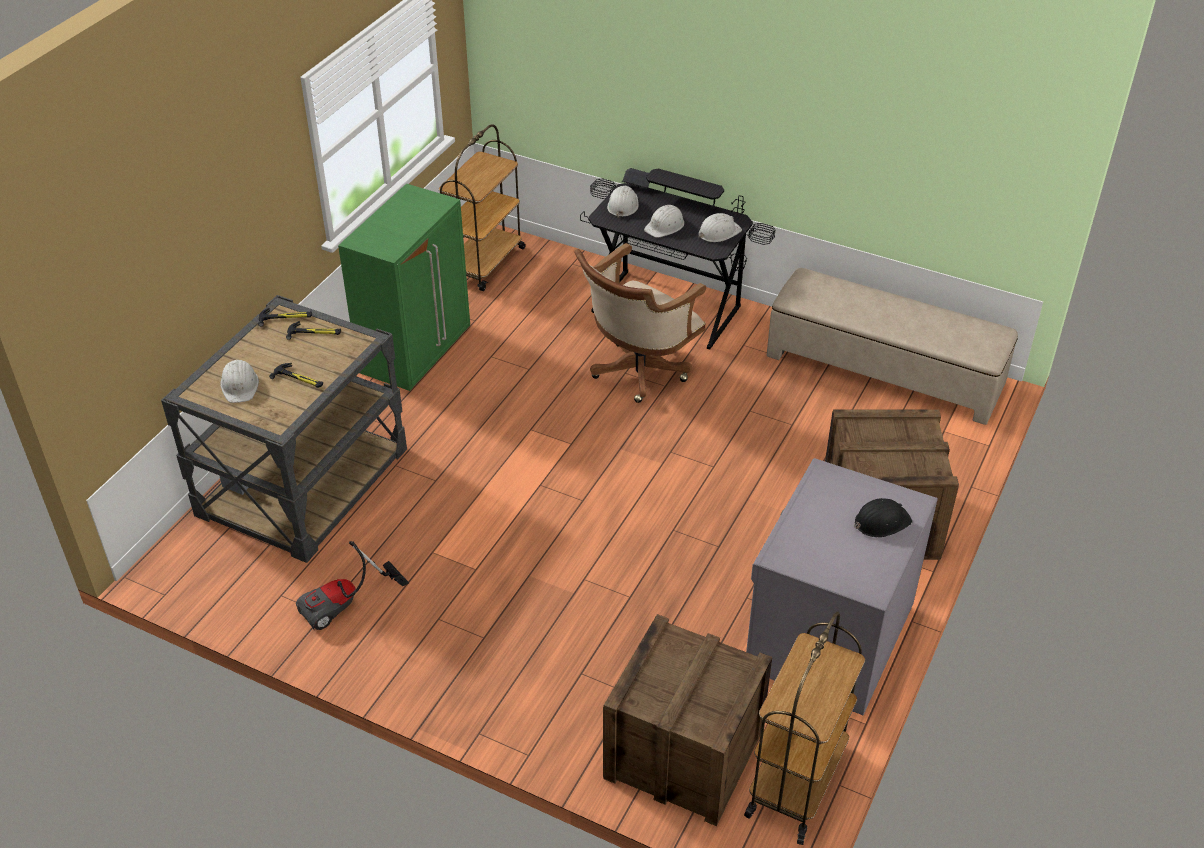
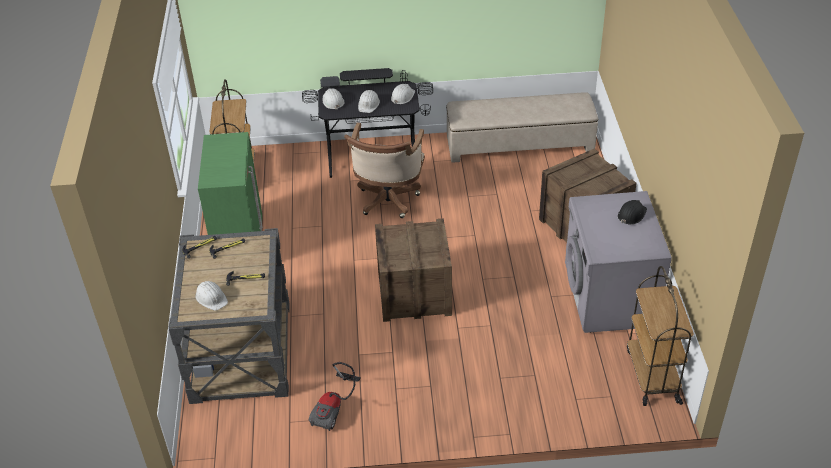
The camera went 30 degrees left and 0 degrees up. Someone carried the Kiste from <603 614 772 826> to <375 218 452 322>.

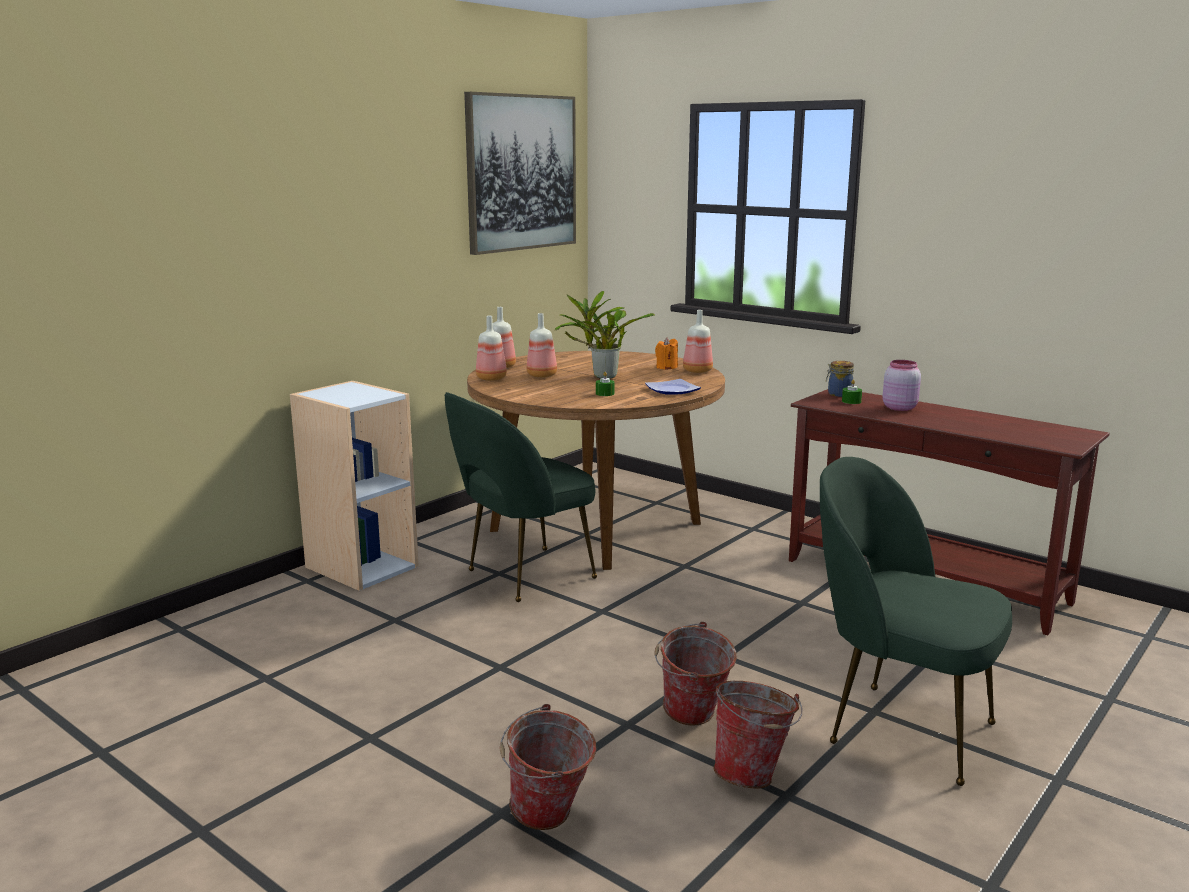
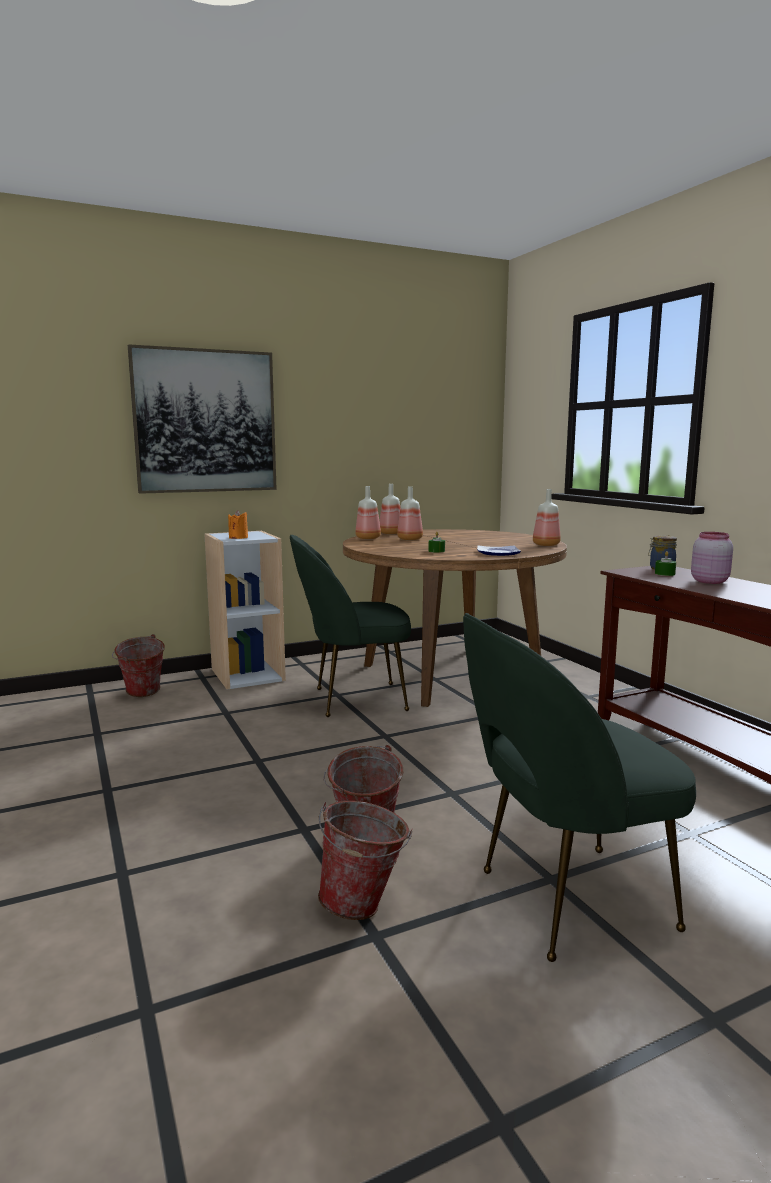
The camera went 25 degrees right and 5 degrees down. Someone took away the Topfpflanze at <555 291 655 379>. Someone carried the Bild from <464 92 576 255> to <128 345 277 494>. Someone carried the Eimer from <500 704 596 830> to <112 634 165 697>. Someone carried the Kerze [orange] from <655 337 678 370> to <228 510 248 539>. Someone rotated the Stuhl [grün] at <820 457 1012 786> by 75 degrees counterclockwise.

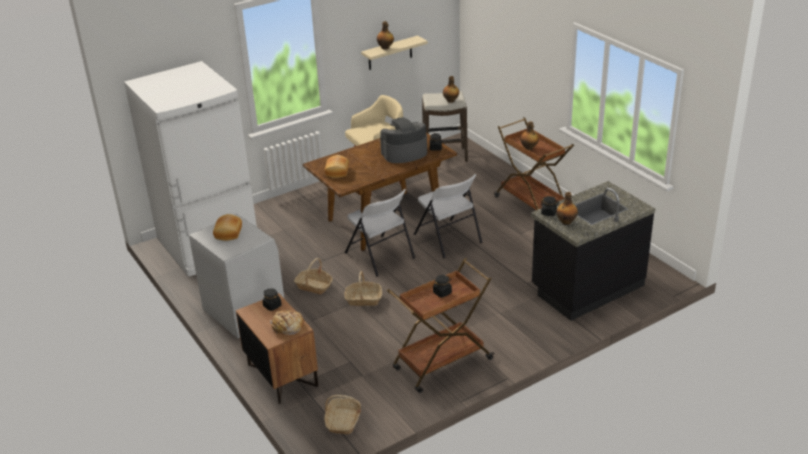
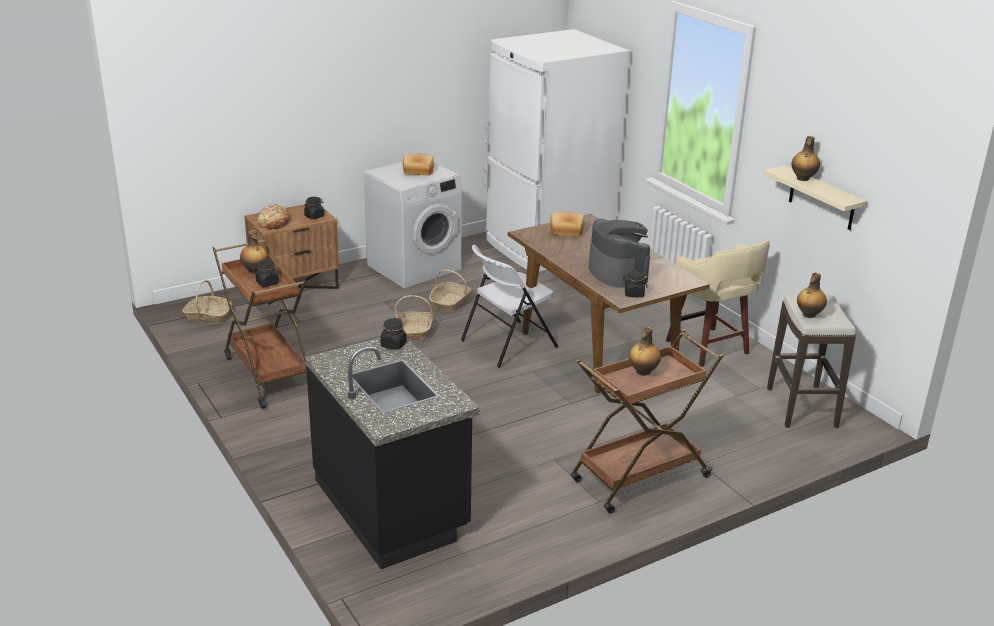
The camera went 90 degrees right and 5 degrees down. Someone took away the Stuhl [weiß] at <414 174 483 259>. Someone carried the Flasche from <557 192 578 225> to <240 230 268 274>.

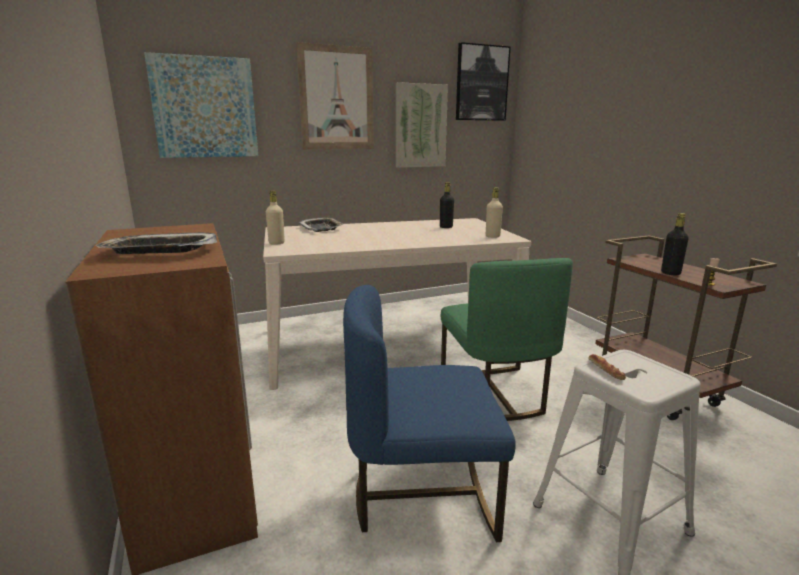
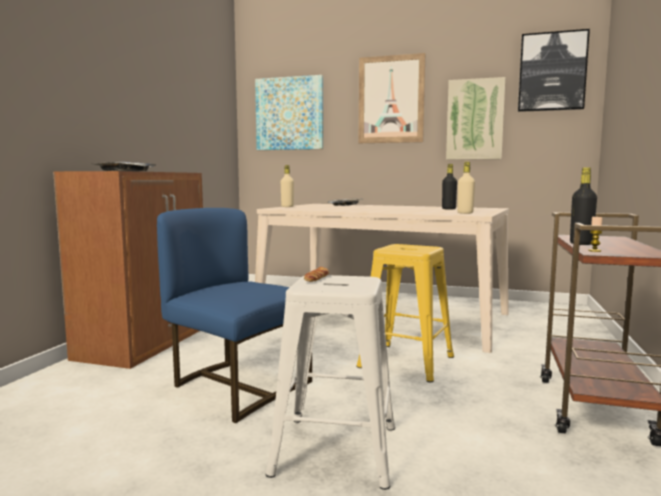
The camera went 40 degrees right and 10 degrees down. Someone swapped the Stuhl [grün] at <441 258 573 421> for the Hocker [gelb] at <356 244 454 382>.

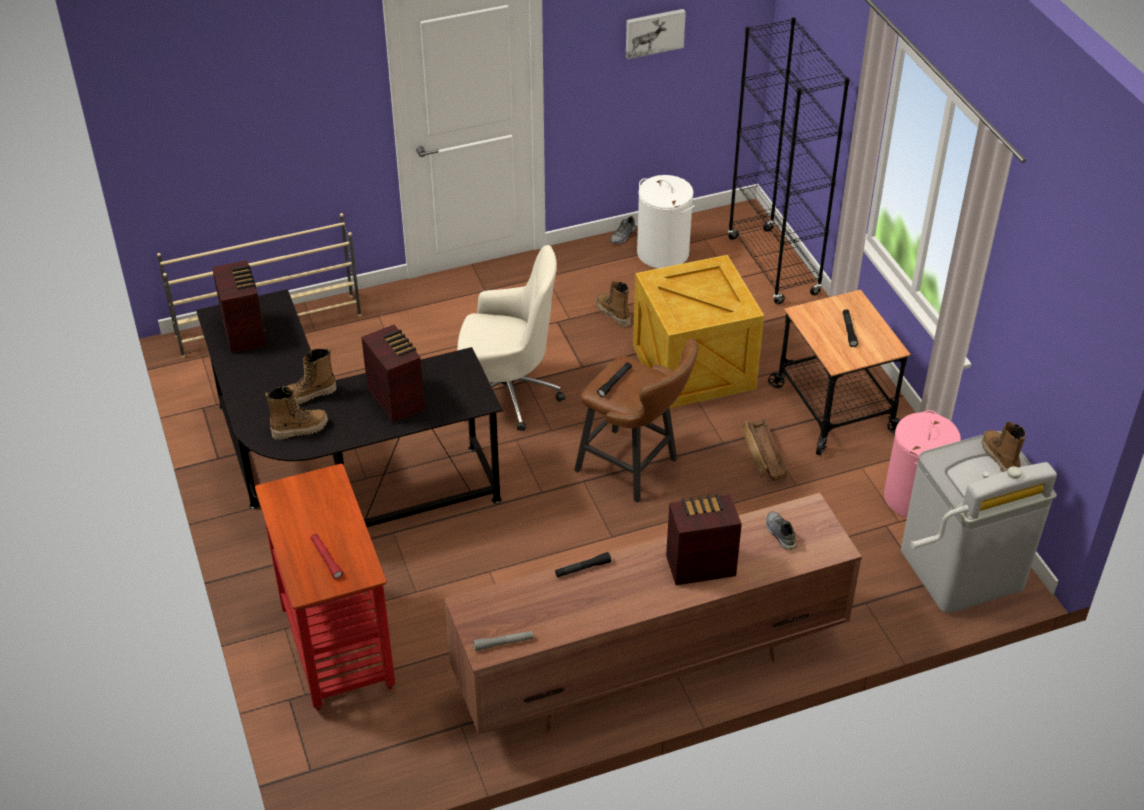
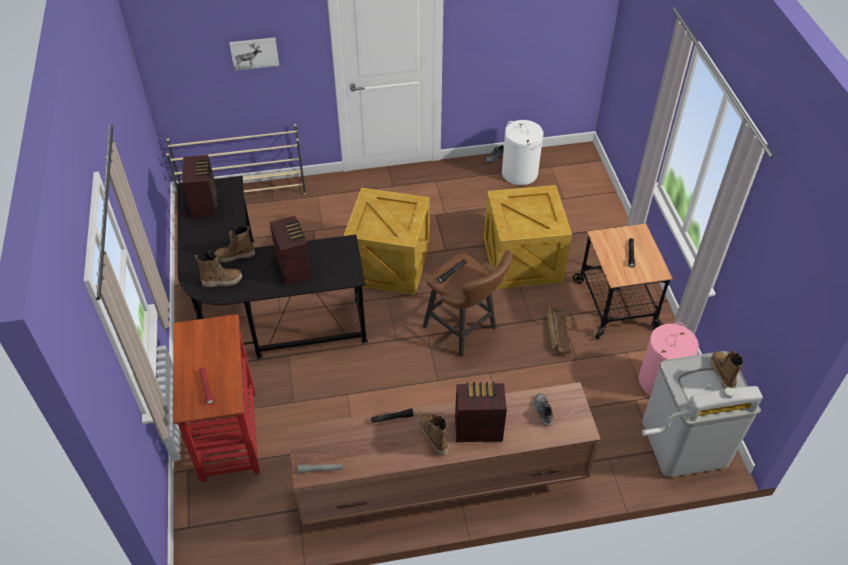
The camera went 10 degrees right and 5 degrees up. Someone took away the Bücherregal [schwarz] at <727 17 850 304>. Someone carried the Stiefel from <596 281 631 327> to <419 414 449 456>. Someone carried the Bild from <626 9 686 59> to <229 37 279 71>. Someone swapped the Bürostuhl [beige] at <457 245 565 431> for the Kiste at <344 188 430 295>.

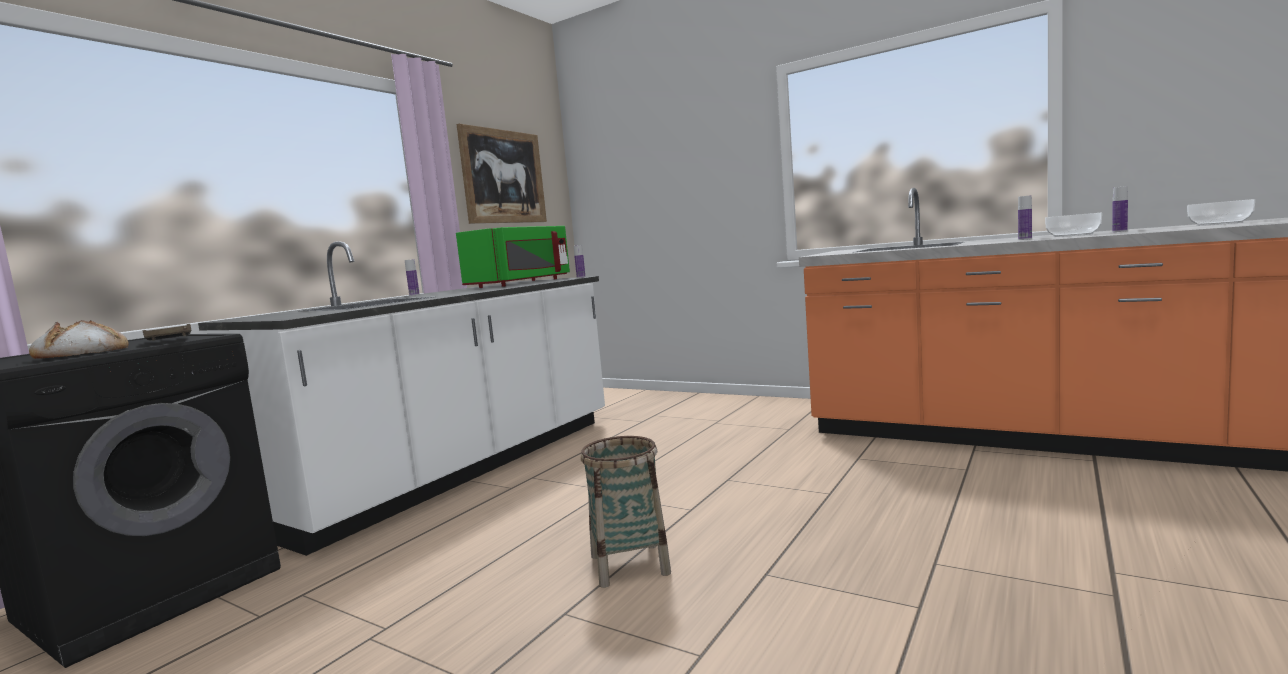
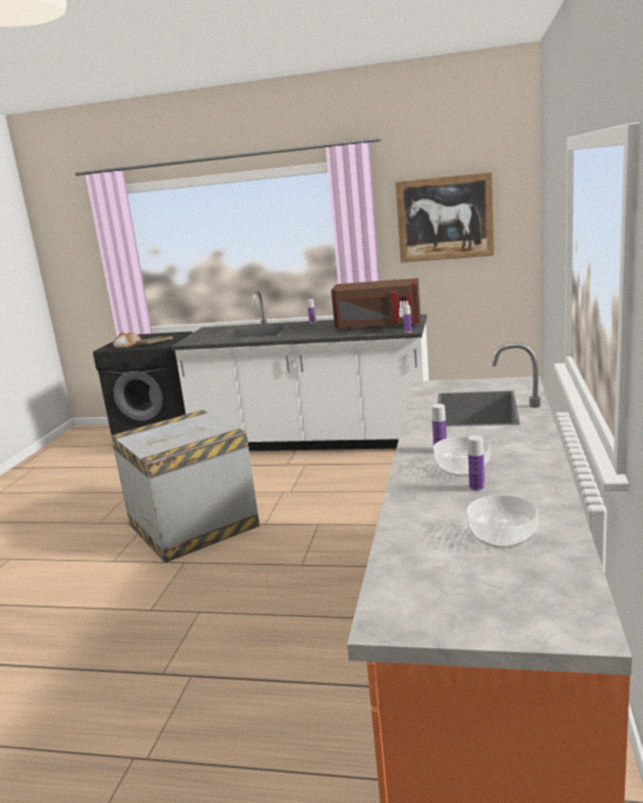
The camera went 70 degrees right and 10 degrees up. Someone swapped the Korb at <581 436 671 588> for the Kiste at <111 410 260 563>. Someone repainted the Mikrowelle [grün] at <456 226 570 288>, which became the Mikrowelle [braun] at <331 278 421 330>.

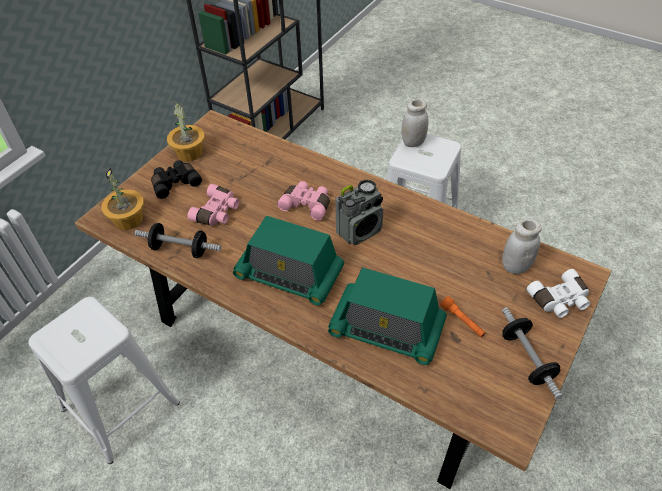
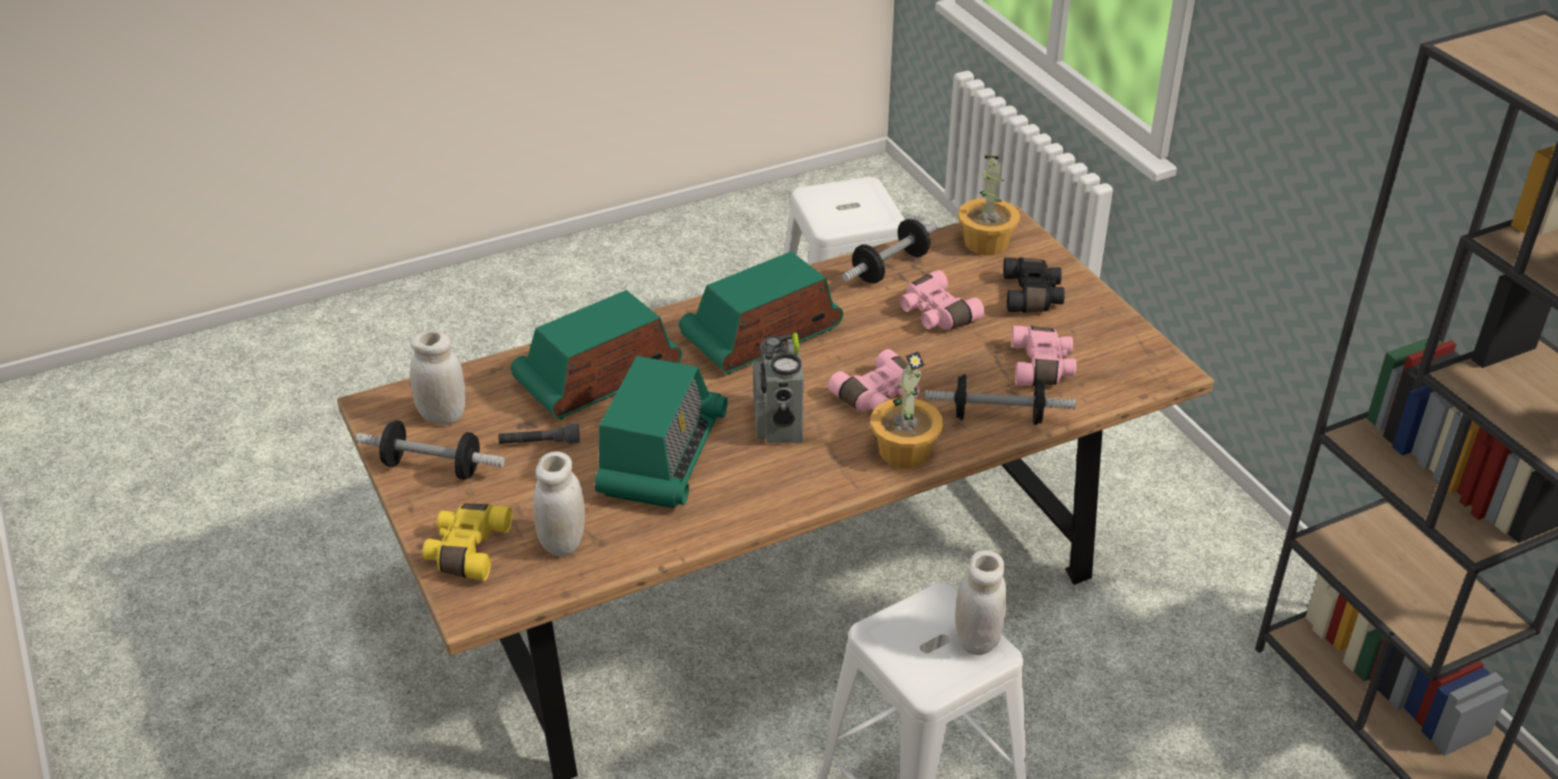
The camera went 120 degrees right and 10 degrees down. Someone put down the Vorratsglas [weiß] at <410 331 465 425>. Someone put down the Radio at <595 356 728 508>. Someone put down the Hantel at <925 374 1076 425>. Someone put down the Fernglas [rosa] at <1011 326 1076 386>. Someone carried the Topfpflanze from <167 102 205 161> to <871 351 943 468>. Someone repainted the Taschenlampe [orange] at <441 296 485 337>, which became the Taschenlampe [grau] at <498 424 580 444>. Someone repainted the Fernglas [weiß] at <527 269 590 318>, which became the Fernglas [gelb] at <422 504 512 580>.

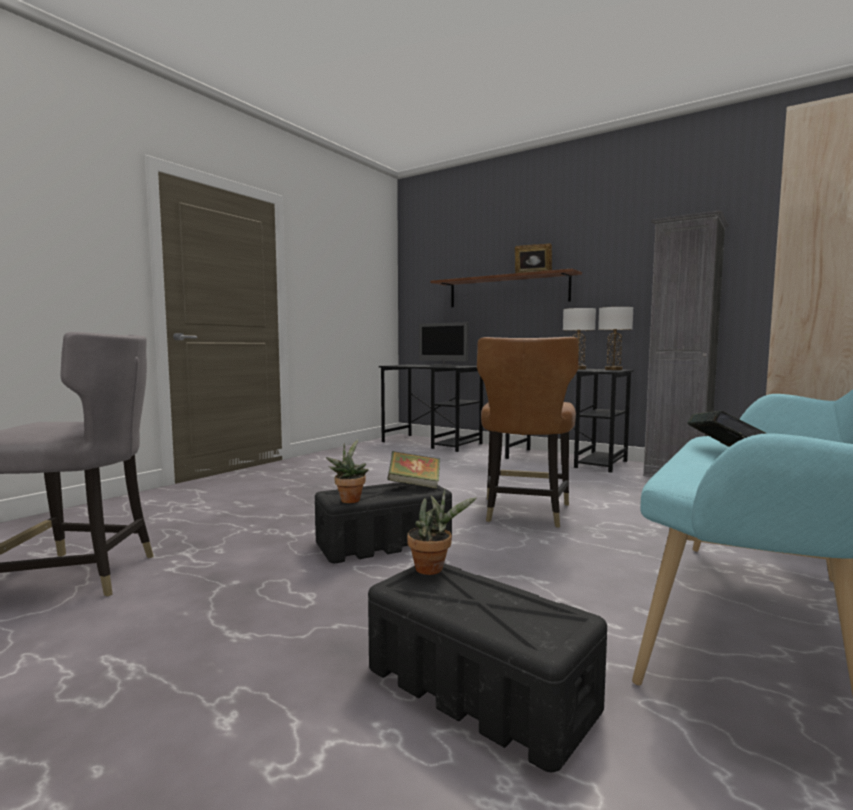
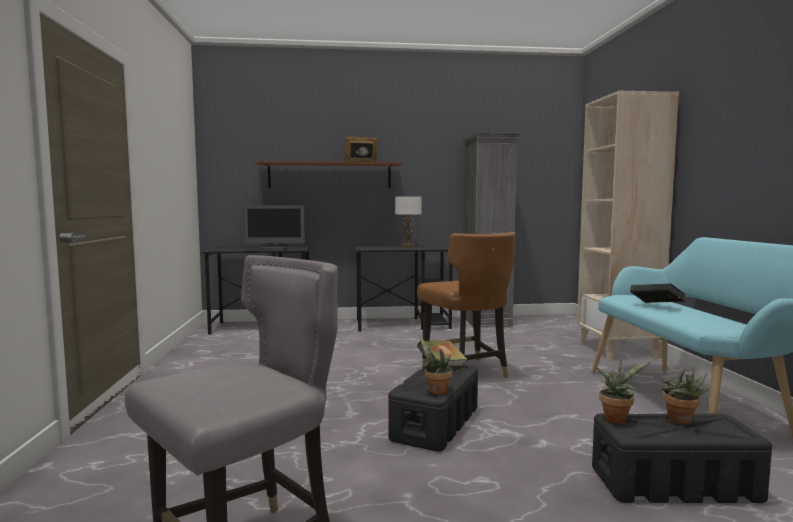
The camera went 40 degrees left and 0 degrees up. Someone took away the Tischlampe at <598 307 633 370>. Someone put down the Topfpflanze at <661 366 709 424>.

